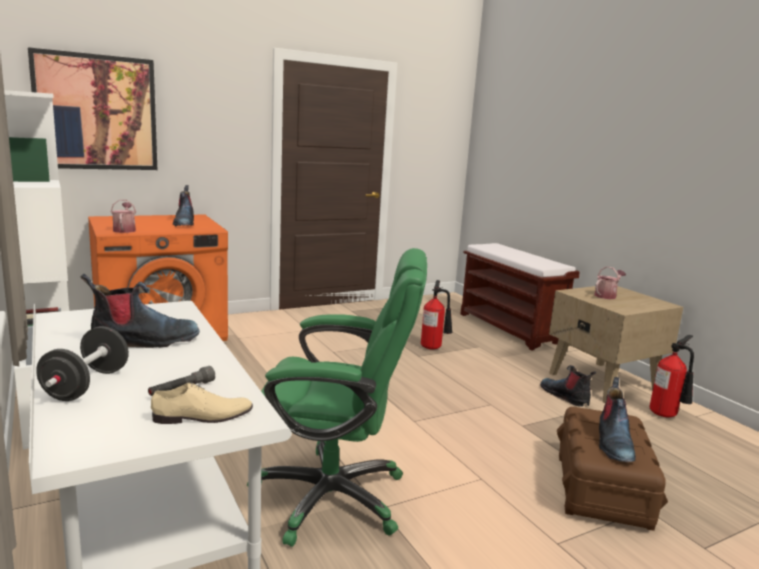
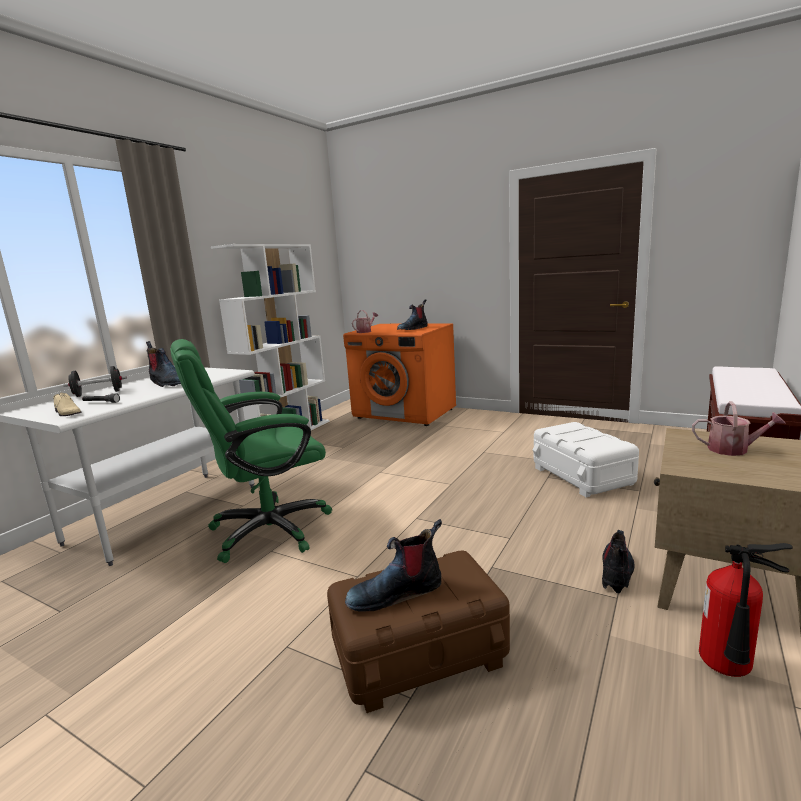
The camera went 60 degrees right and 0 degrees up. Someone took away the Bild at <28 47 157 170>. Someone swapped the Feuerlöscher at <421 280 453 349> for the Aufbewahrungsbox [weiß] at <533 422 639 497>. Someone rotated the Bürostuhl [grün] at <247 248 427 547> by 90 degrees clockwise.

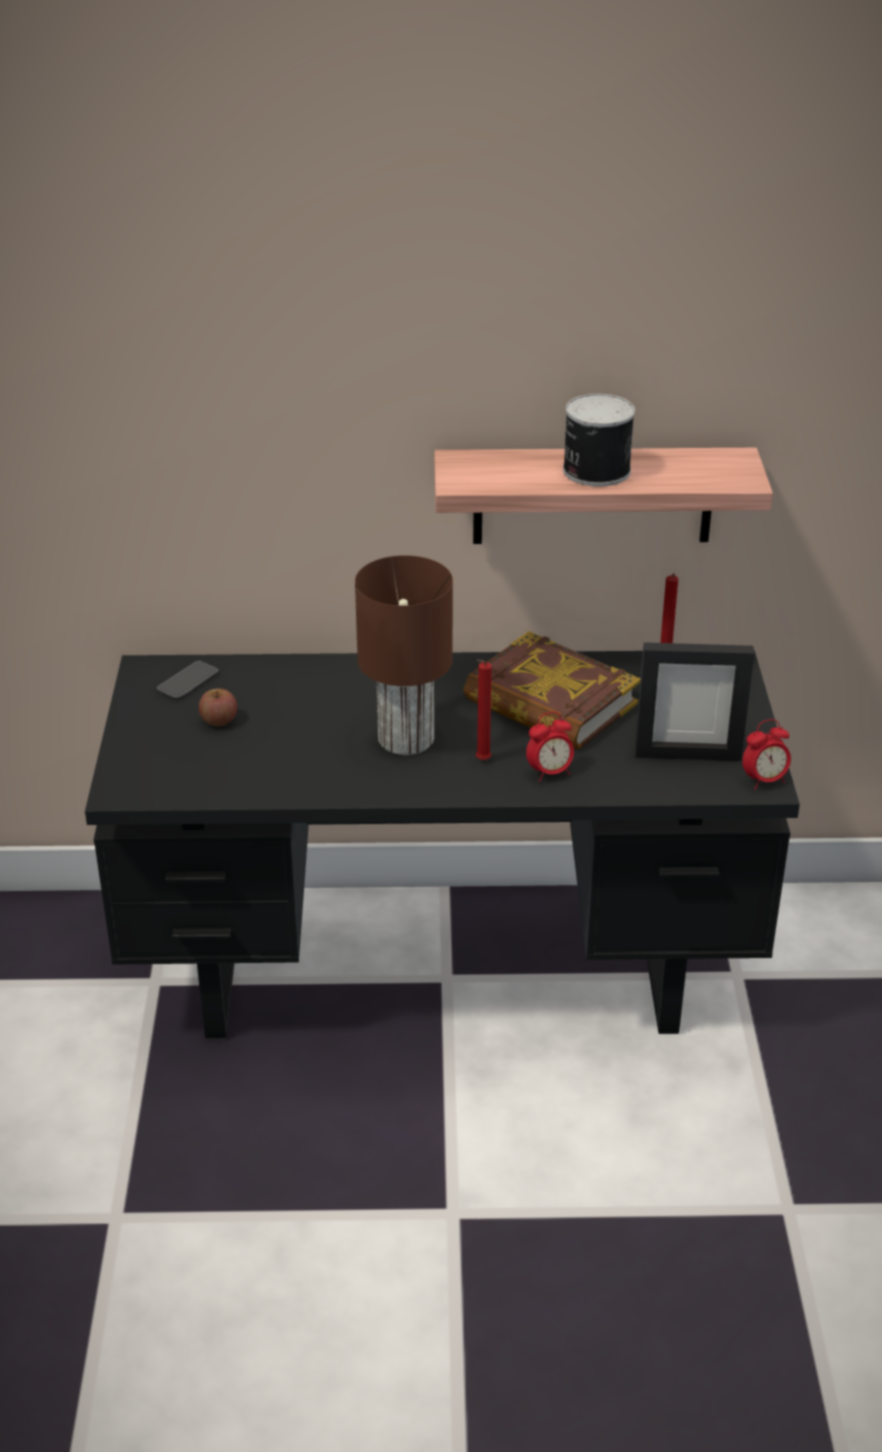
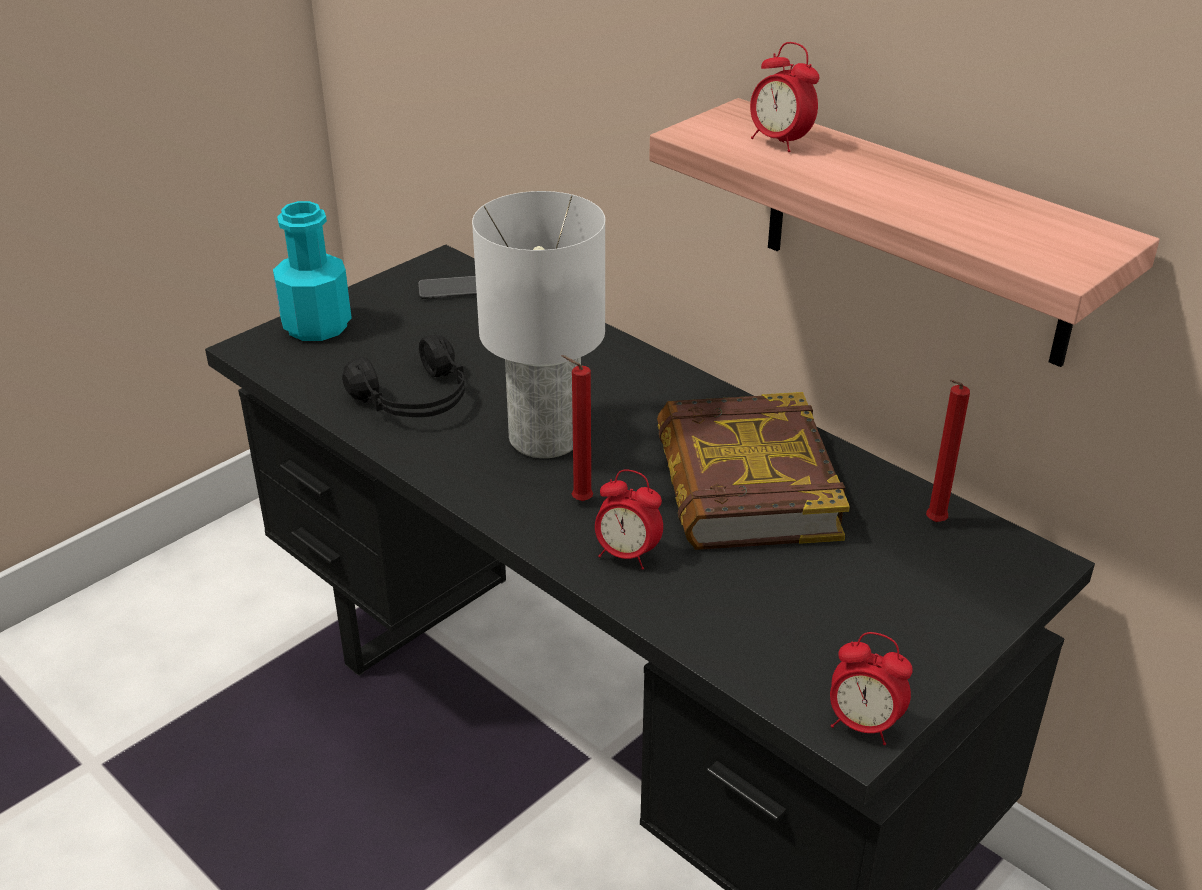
The camera went 45 degrees right and 0 degrees up. Someone took away the Apfel at <199 689 237 726>. Someone took away the Dose at <563 394 635 487>. Someone took away the Bilderrahmen at <635 642 755 761>. Someone put down the Flasche [türkis] at <273 201 352 341>. Someone put down the Kopfhörer [schwarz] at <342 335 465 417>. Someone put down the Wecker at <750 42 819 152>. Someone repainted the Tischlampe [braun] at <355 555 453 755>, which became the Tischlampe [weiß] at <472 191 605 458>.

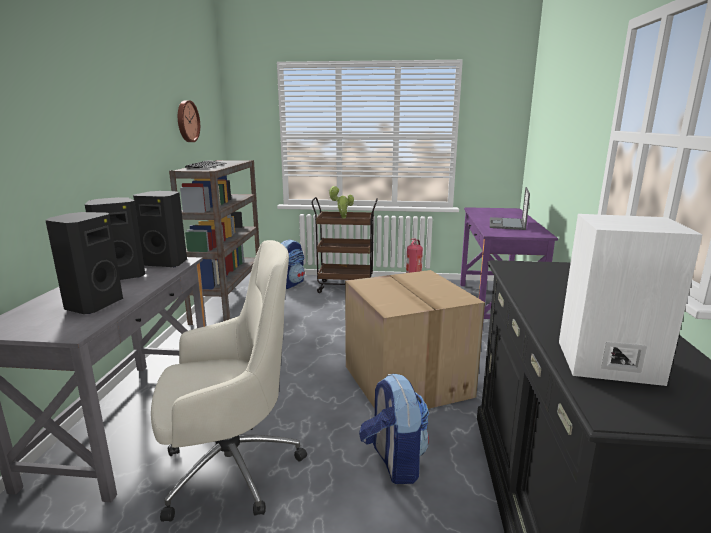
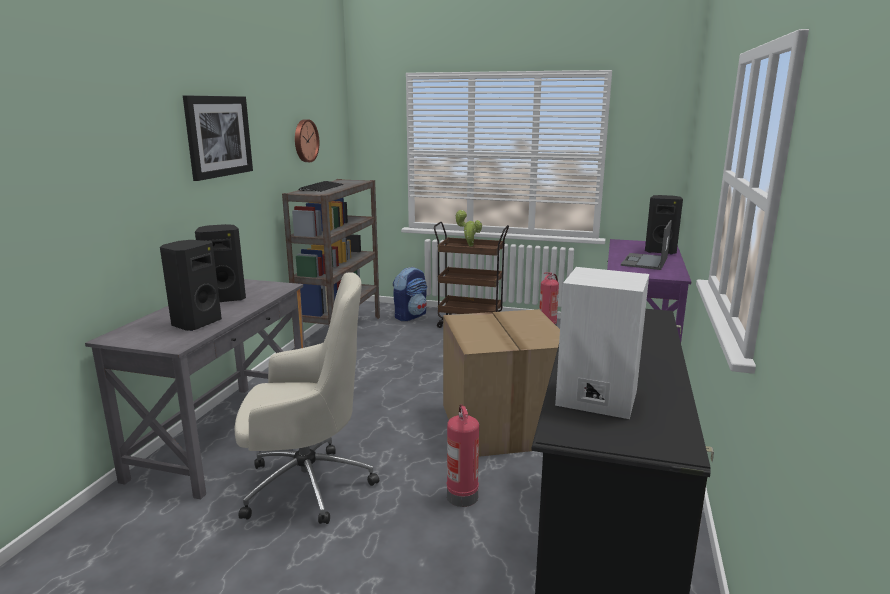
The camera went 10 degrees right and 0 degrees up. Someone put up the Bild at <183 95 253 181>. Someone carried the Lautsprecher [schwarz] from <133 191 187 267> to <645 195 683 254>. Someone swapped the Rucksack at <359 374 429 484> for the Feuerlöscher at <447 404 479 507>.

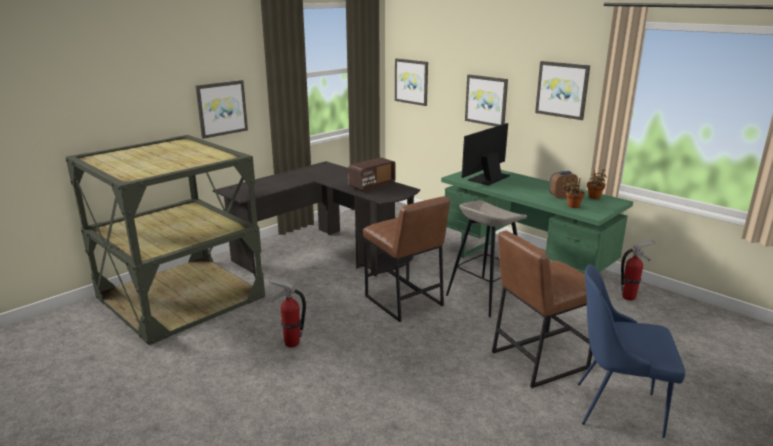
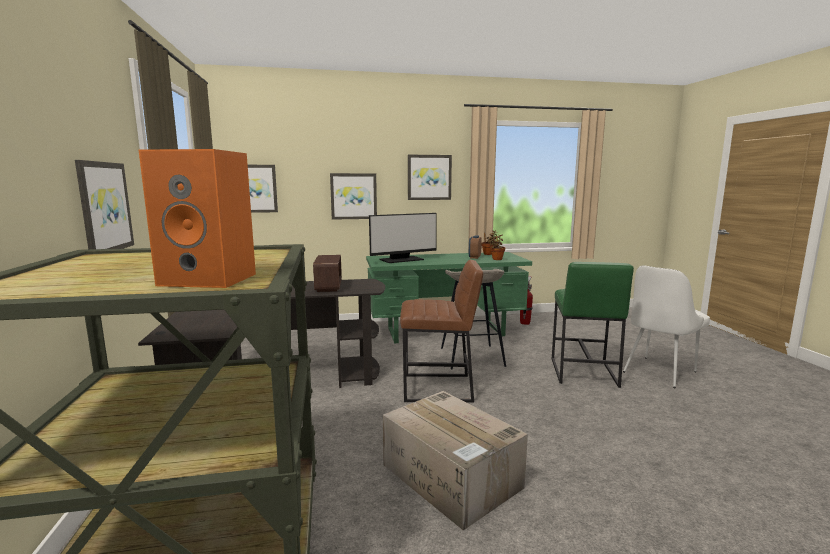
The camera went 55 degrees left and 10 degrees down. Someone put down the Lautsprecher [orange] at <139 149 256 288>. Someone swapped the Feuerlöscher at <269 278 306 348> for the Karton at <383 391 528 530>. Someone repainted the Stuhl [braun] at <492 230 592 388>, which became the Stuhl [grün] at <552 262 634 388>. Someone repainted the Stuhl [blau] at <578 264 685 438>, which became the Stuhl [weiß] at <623 266 710 388>. Someone rotated the Monitor at <461 123 510 186> by 105 degrees counterclockwise.

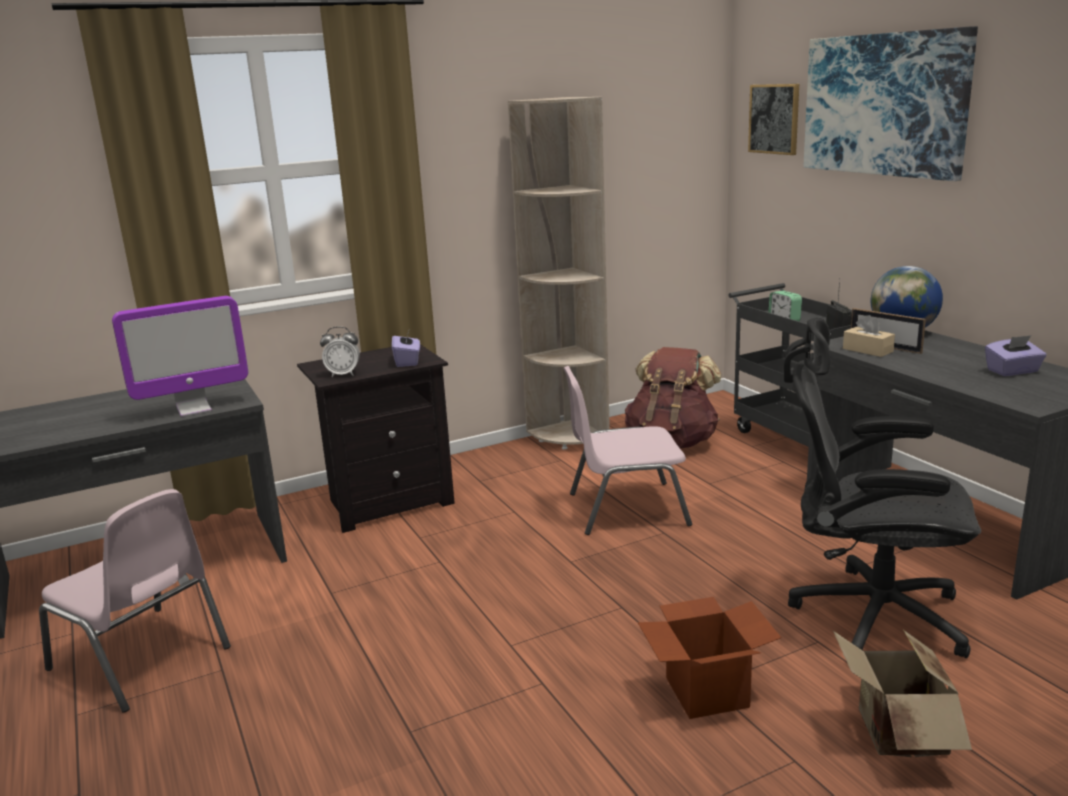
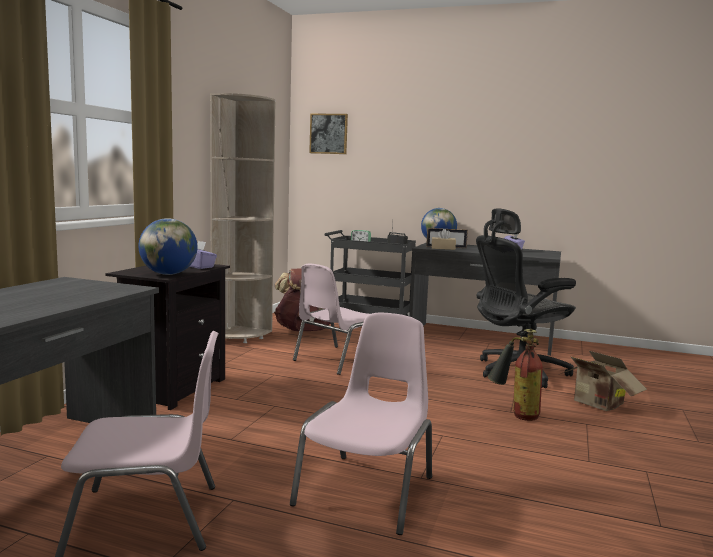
The camera went 45 degrees left and 10 degrees down. Someone took away the Monitor at <112 296 248 417>. Someone took away the Bild at <804 26 978 181>. Someone put down the Stuhl [rosa] at <290 313 432 535>. Someone swapped the Wecker at <320 326 360 377> for the Globus at <138 218 198 275>. Someone swapped the Karton at <638 597 781 719> for the Feuerlöscher at <488 329 543 421>.

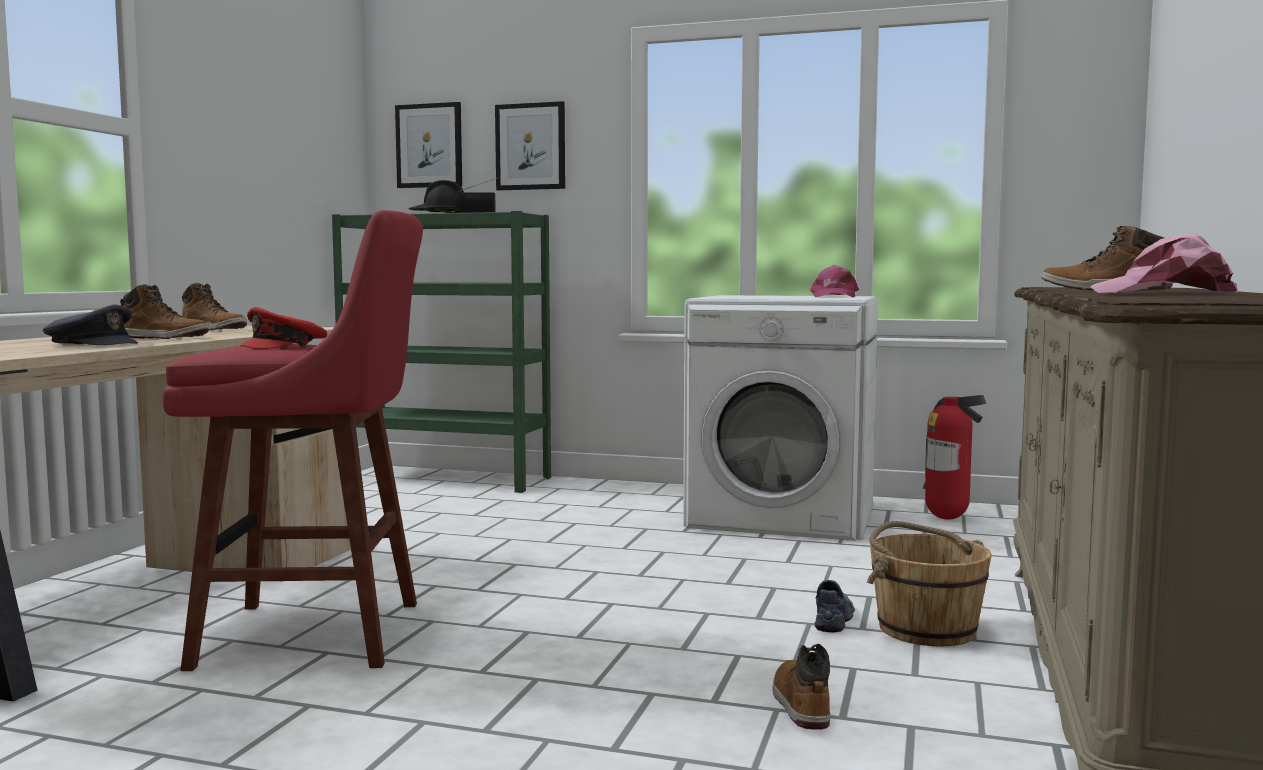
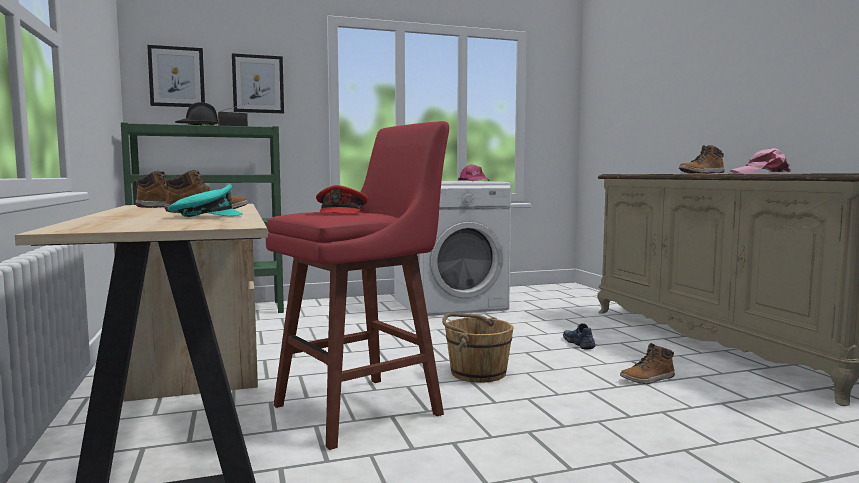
The camera went 35 degrees left and 0 degrees up. Someone took away the Feuerlöscher at <923 395 986 520>. Someone carried the Eimer [braun] from <867 521 992 646> to <442 313 513 383>. Someone repainted the Kappe [grau] at <43 304 138 345>, which became the Kappe [türkis] at <168 184 243 217>. Someone rotated the Stiefel at <773 644 830 729> by 75 degrees counterclockwise.

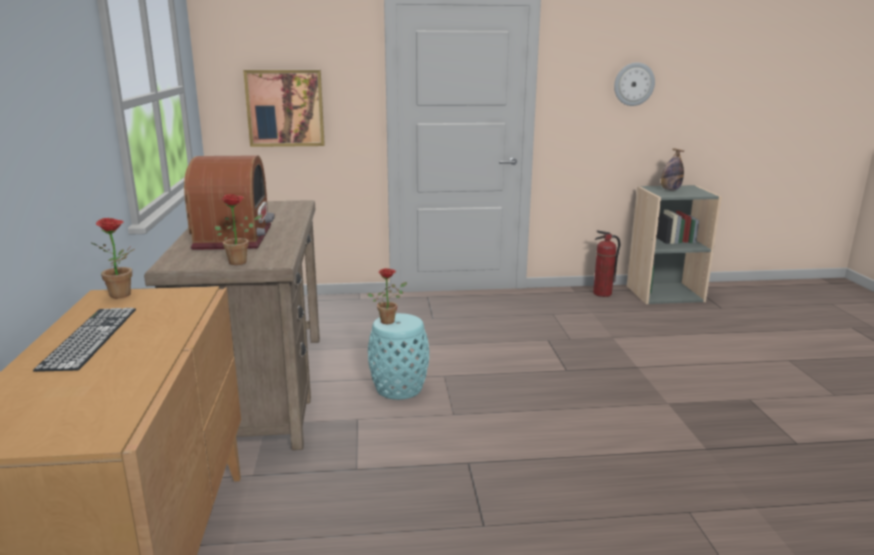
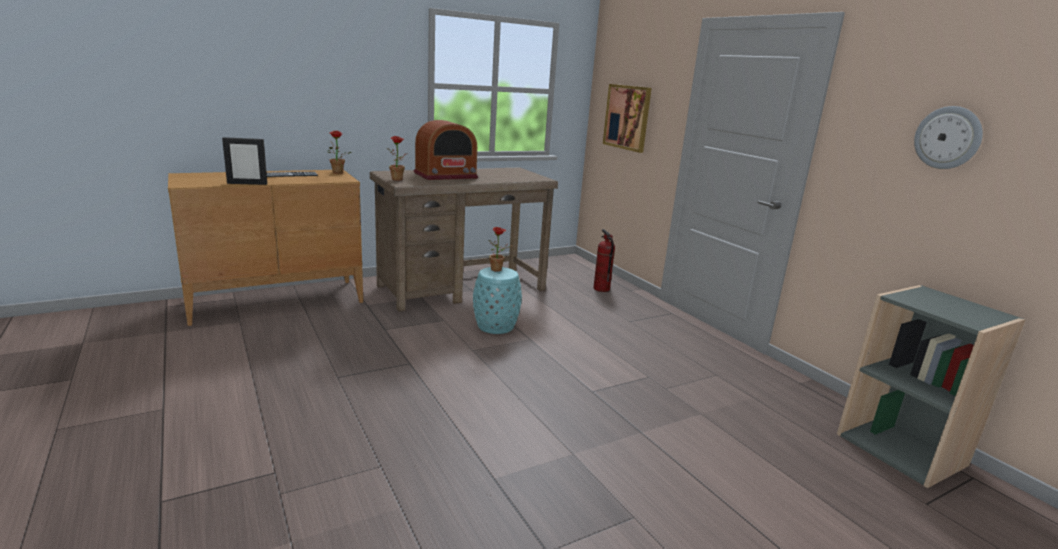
The camera went 65 degrees right and 0 degrees up. Someone took away the Flasche at <661 148 684 190>. Someone put down the Bilderrahmen at <222 137 267 185>. Someone carried the Feuerlöscher from <593 230 620 297> to <593 229 615 292>.

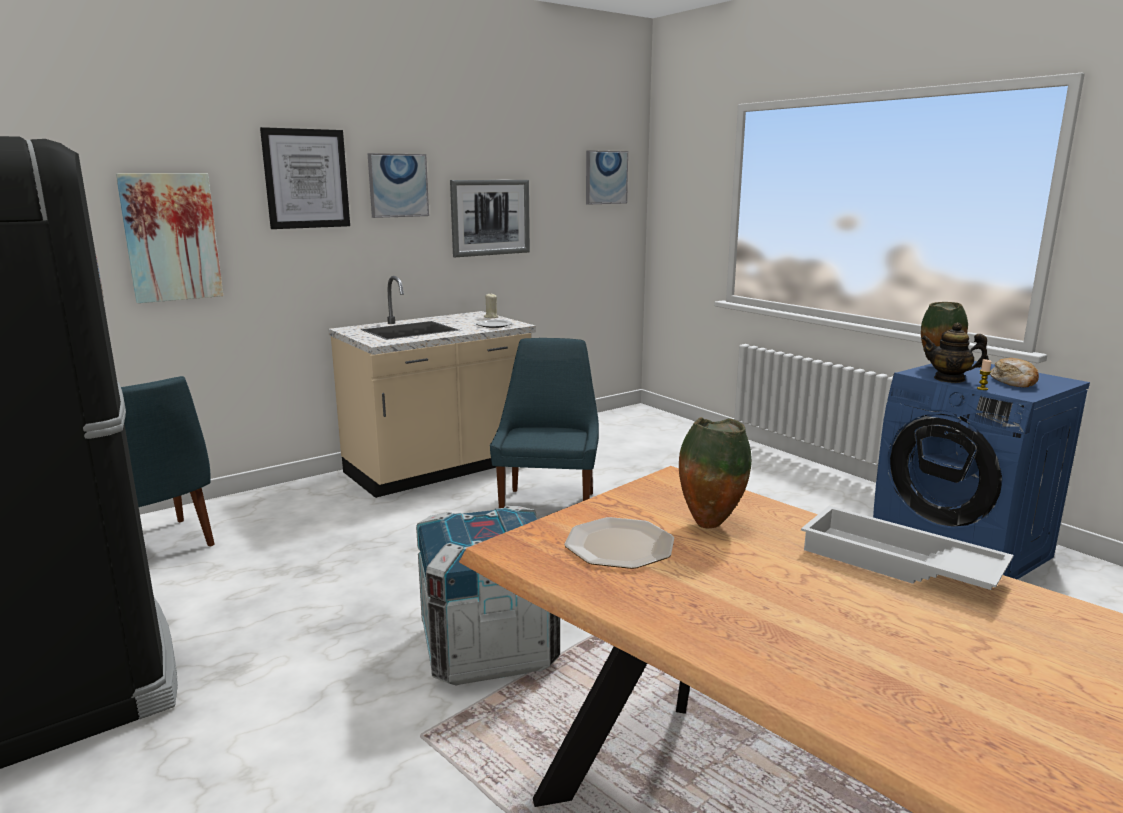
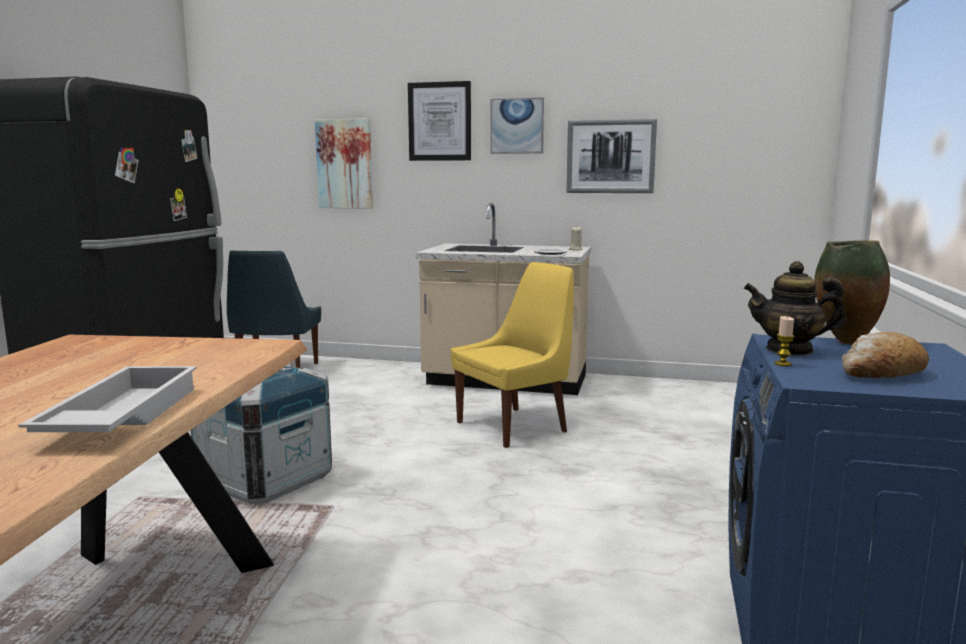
The camera went 50 degrees right and 5 degrees down. Someone took away the Teller at <564 517 674 569>. Someone took away the Bild at <586 150 628 205>. Someone took away the Vase at <679 417 752 529>. Someone repainted the Stuhl [blau] at <490 338 599 508>, which became the Stuhl [gelb] at <451 262 574 448>. Someone rotated the Teekanne at <921 323 989 383> by 60 degrees counterclockwise.

